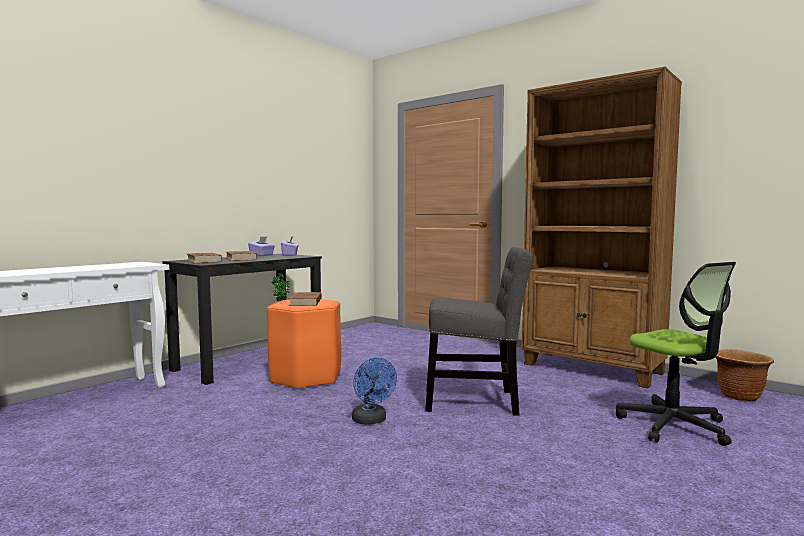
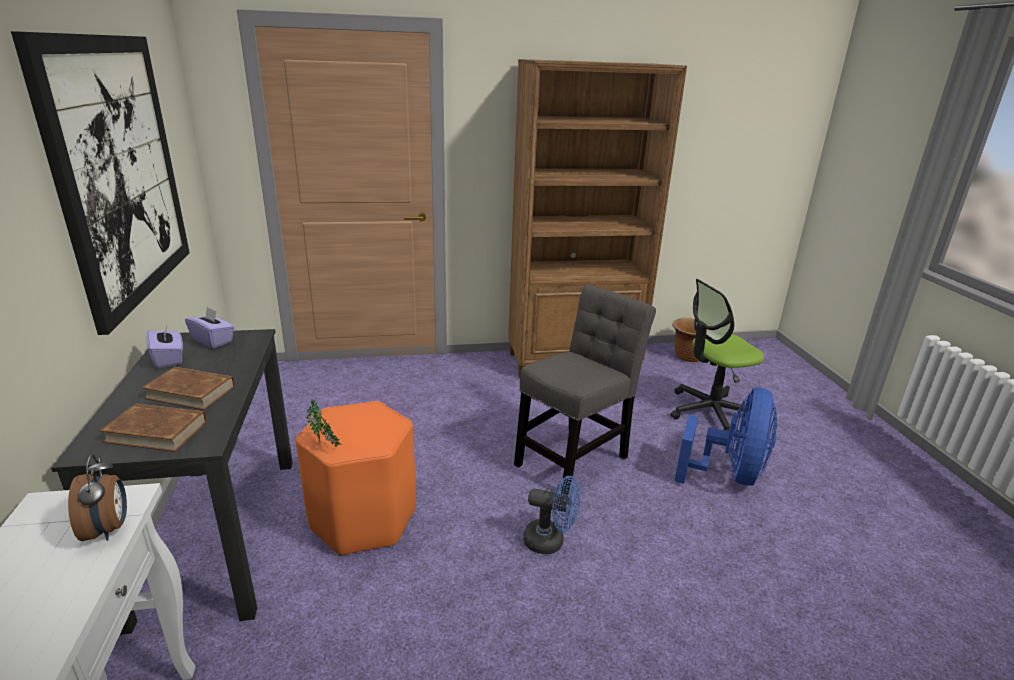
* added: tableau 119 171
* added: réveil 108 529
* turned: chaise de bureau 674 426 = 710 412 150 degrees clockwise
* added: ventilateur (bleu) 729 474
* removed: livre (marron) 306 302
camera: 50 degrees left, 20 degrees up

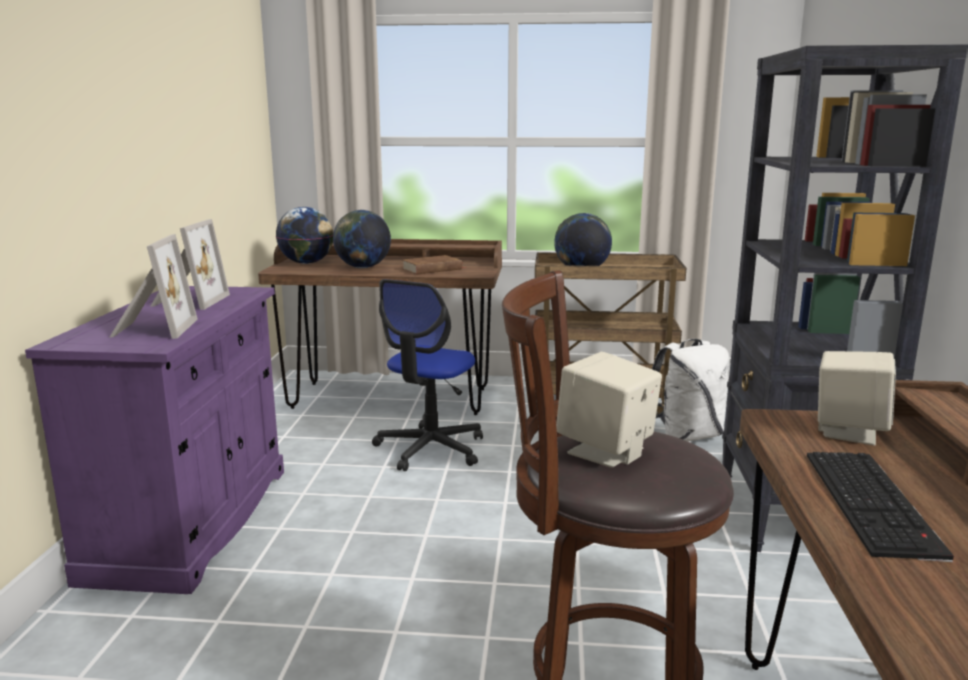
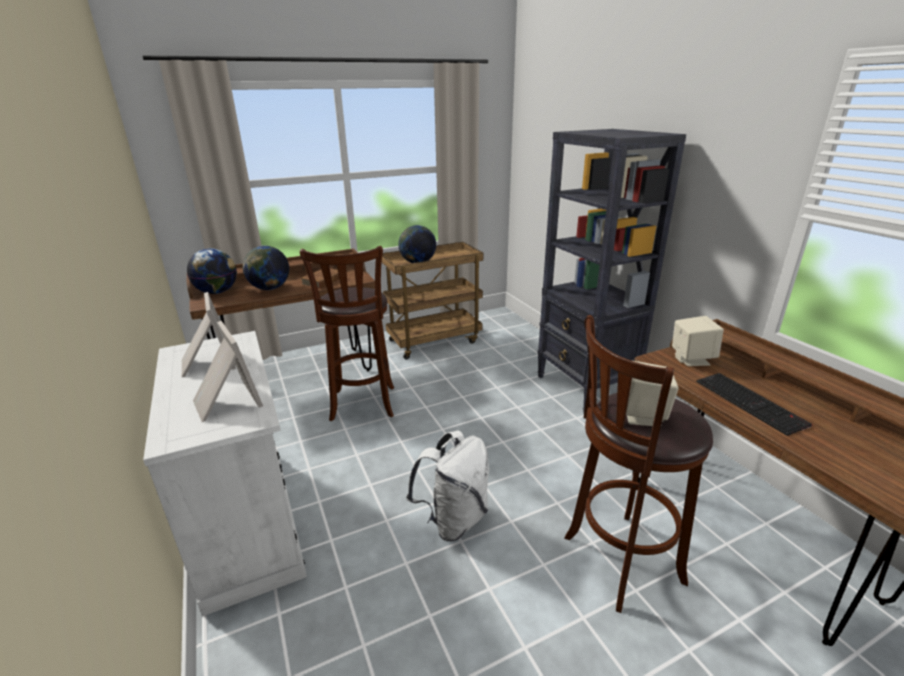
* recoloured: meuble de rangement (violet) 192 522 to meuble de rangement (blanc) 248 522
* replaced: chaise de bureau 430 449 to tabouret (marron) 363 406
* moved: sac à dos (blanc) 686 436 to 453 519
camera: 30 degrees left, 10 degrees up

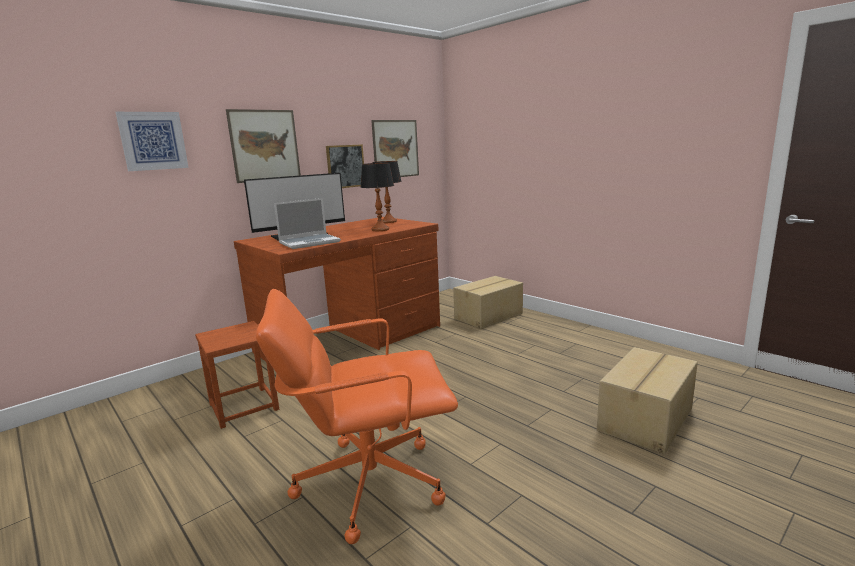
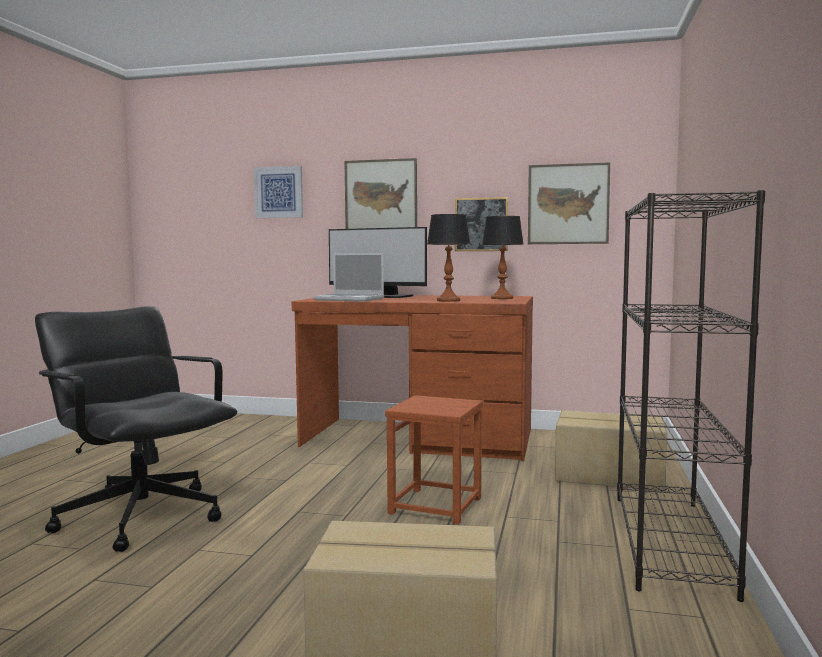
* recoloured: chaise de bureau (orange) 368 482 to chaise de bureau (noir) 141 516
* moved: tabouret (marron) 244 406 to 436 506
* added: bibliothèque (noir) 671 542
camera: 55 degrees right, 10 degrees down

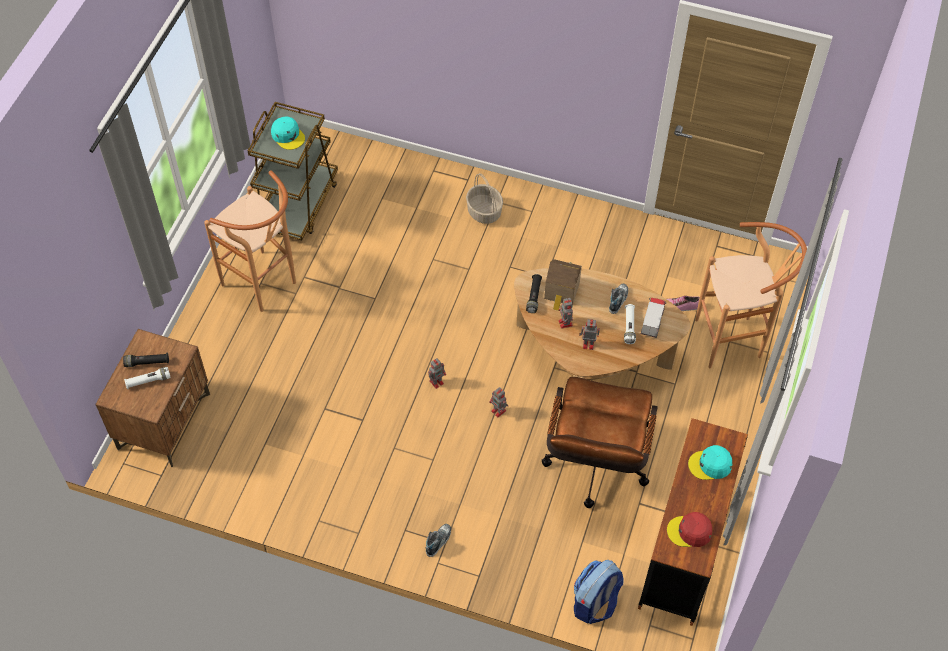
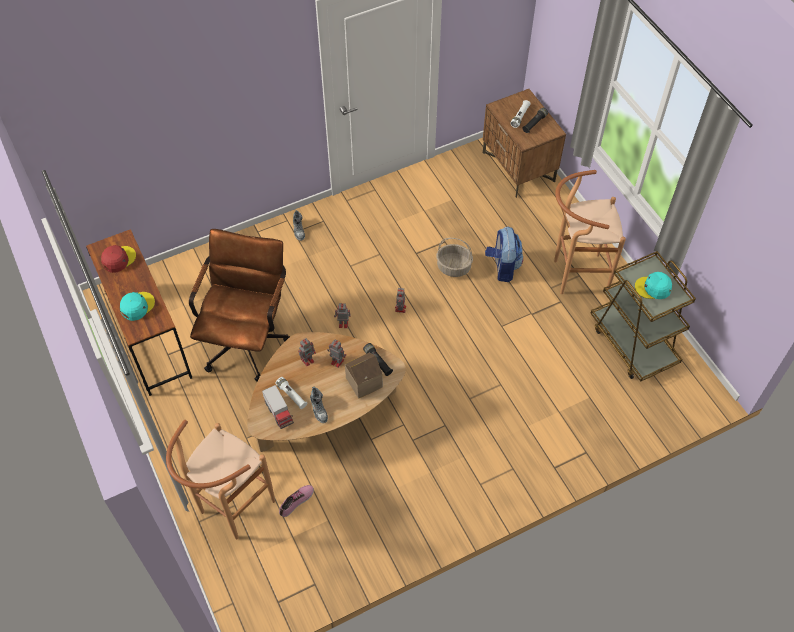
* turned: chaise de bureau (marron) 594 469 = 248 338 45 degrees clockwise
* moved: panier 484 212 to 453 267
* moved: sac à dos 595 603 to 502 267
camera: 135 degrees right, 0 degrees up

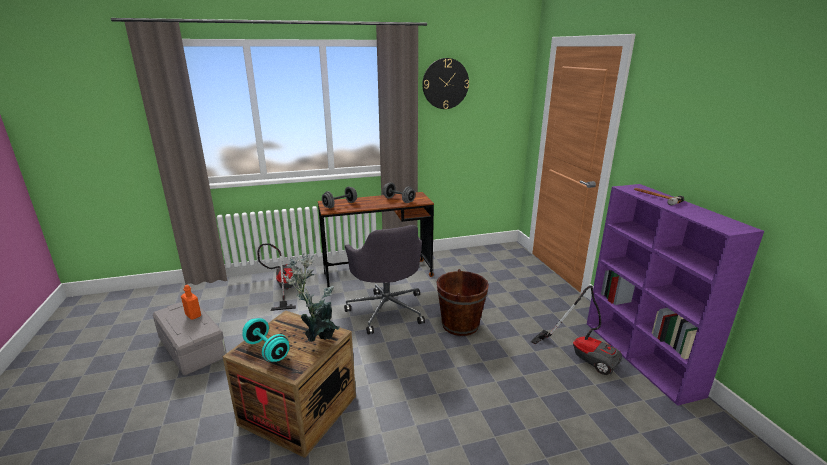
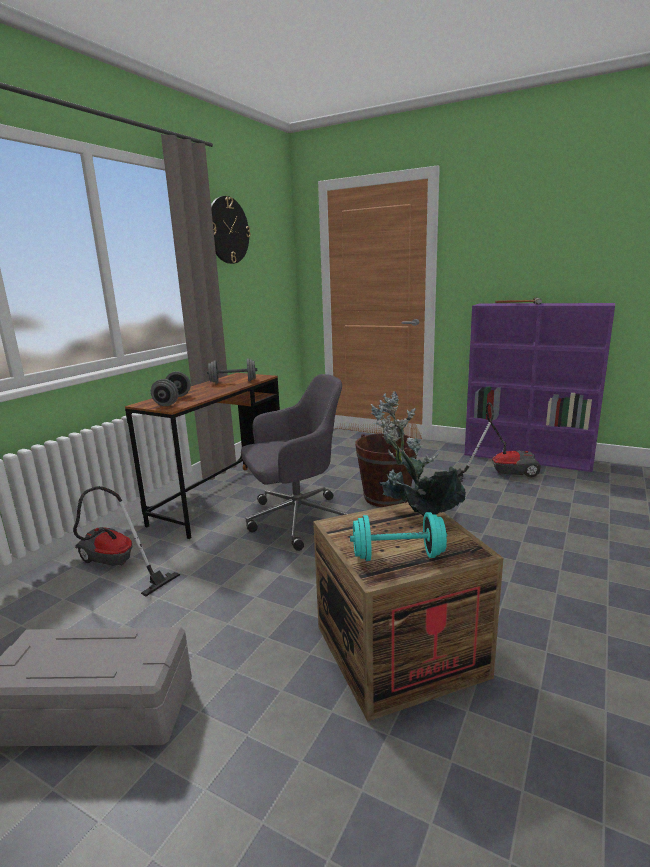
* turned: chaise de bureau (gris) 387 309 = 296 520 45 degrees counterclockwise
* removed: bouteille (orange) 193 315
camera: 45 degrees left, 5 degrees down

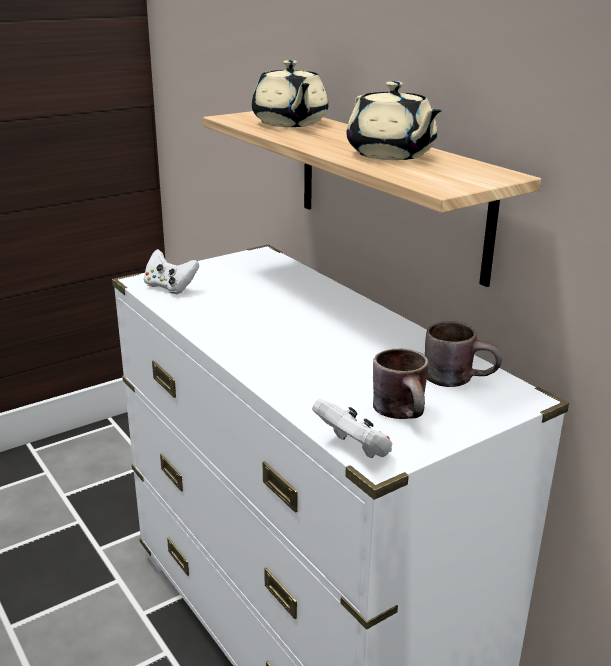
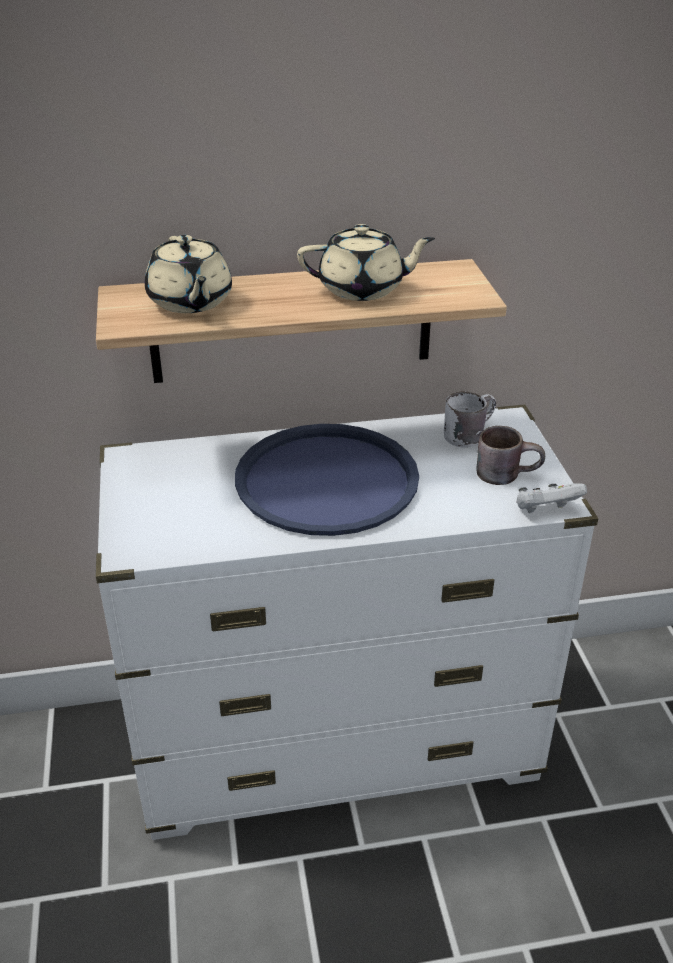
* turned: théière (beige) 290 123 = 190 302 60 degrees clockwise
* added: plateau (bleu) 327 480
* recoloured: mug (marron) 458 378 to mug (blanc) 466 433
* removed: manette (blanc) 170 287
camera: 65 degrees left, 10 degrees up

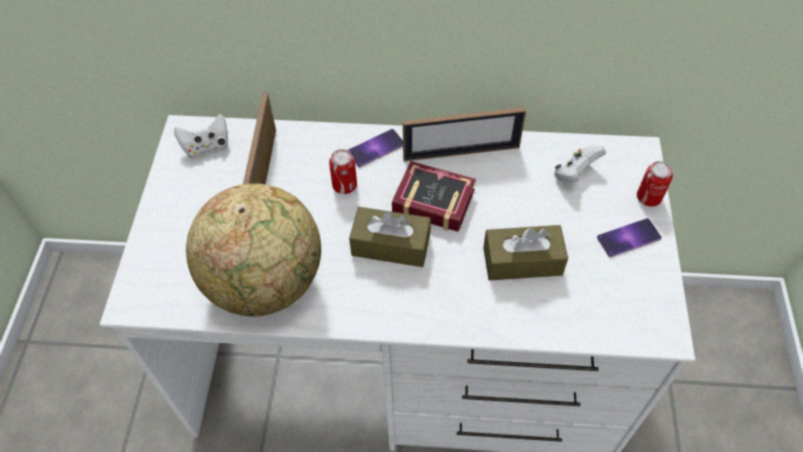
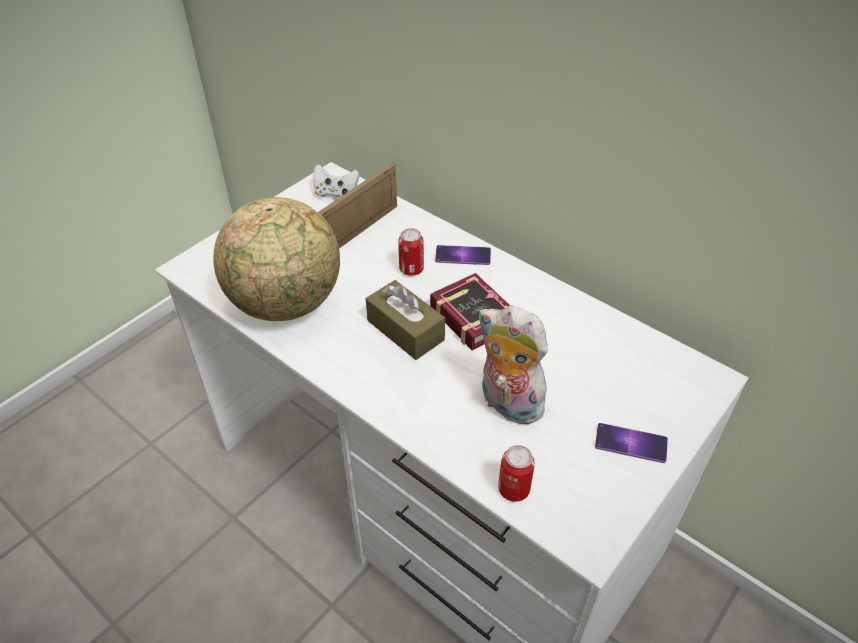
* replaced: boîte à mouchoirs (marron) 522 261 to peluche 507 404
* moved: boîte métallique 648 198 to 513 489
* removed: cadre photo 461 153
* removed: manette (blanc) 575 173
camera: 35 degrees right, 10 degrees down

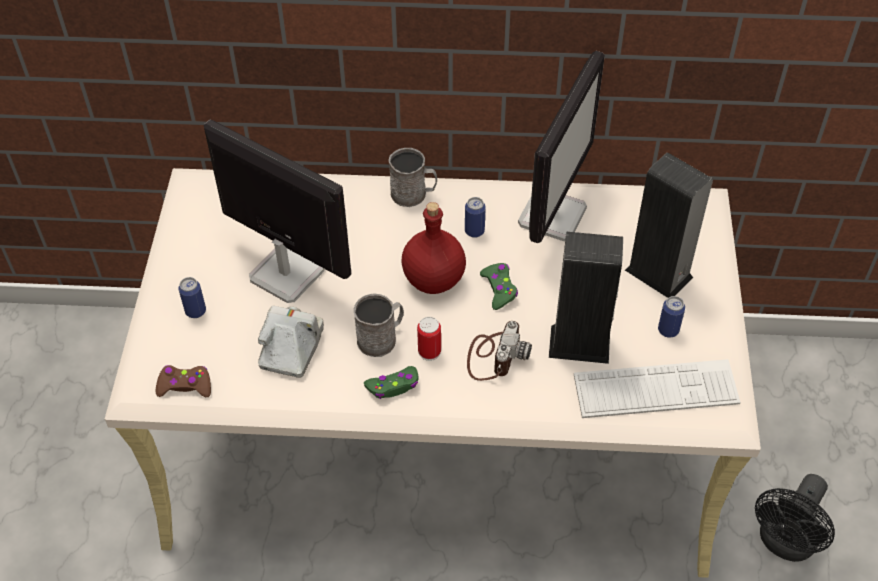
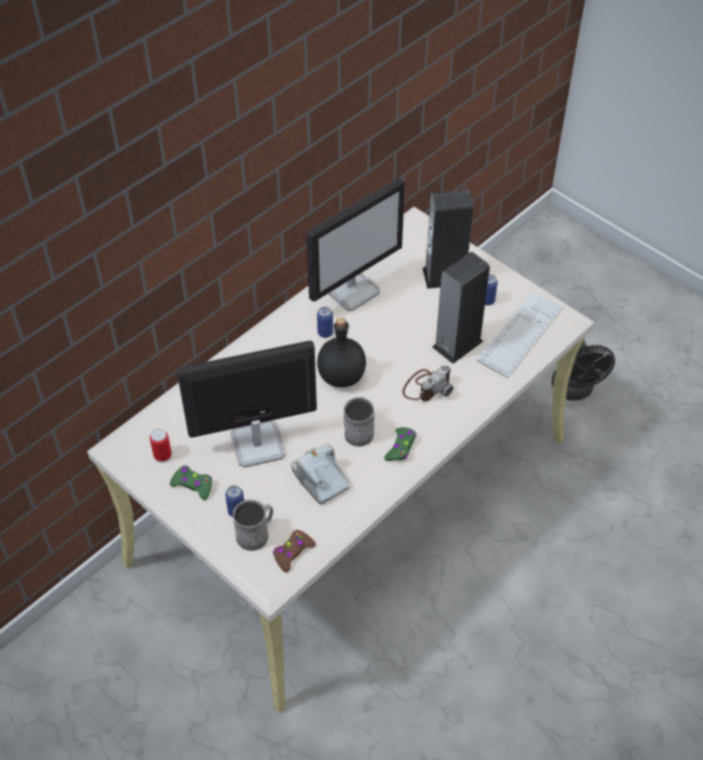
* moved: boîte métallique 429 351 to 162 455
* moved: manette (vert) 499 289 to 193 485
* moved: mug (gris) 413 194 to 256 534
* turned: écran d'ordinateur 552 214 = 352 290 75 degrees clockwise
* recoloured: bouteille (rouge) 433 279 to bouteille (noir) 340 376
* turned: appareil photo 494 356 = 427 386 75 degrees clockwise
camera: 50 degrees left, 0 degrees up

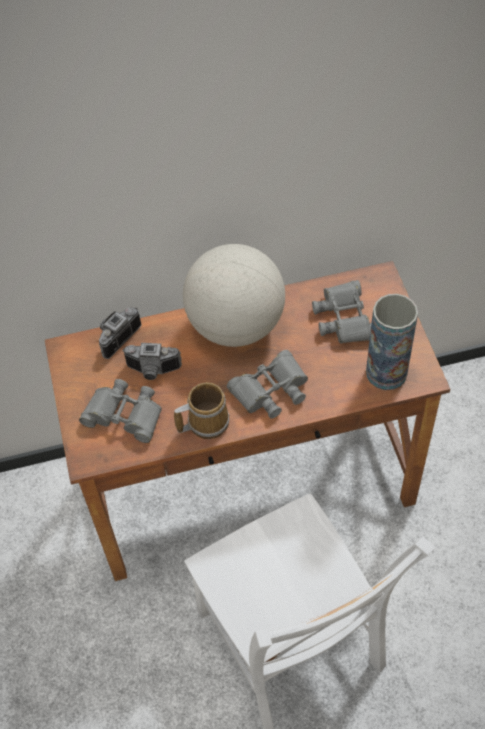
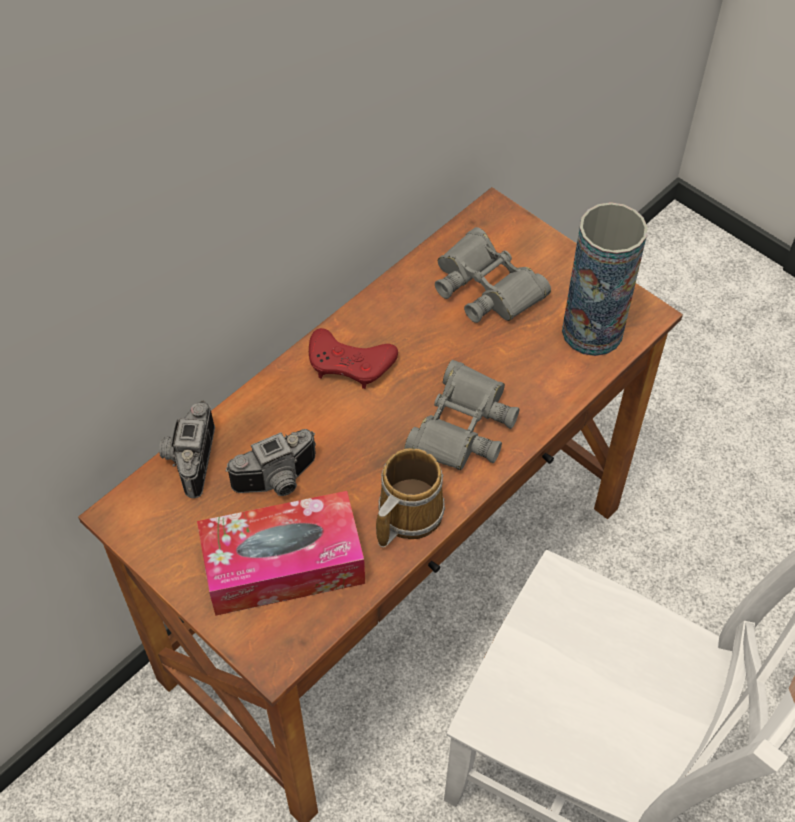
* replaced: jumelles (gris) 124 415 to boîte à mouchoirs 283 564
* replaced: globe 235 325 to manette (rouge) 350 363
camera: 35 degrees left, 0 degrees up

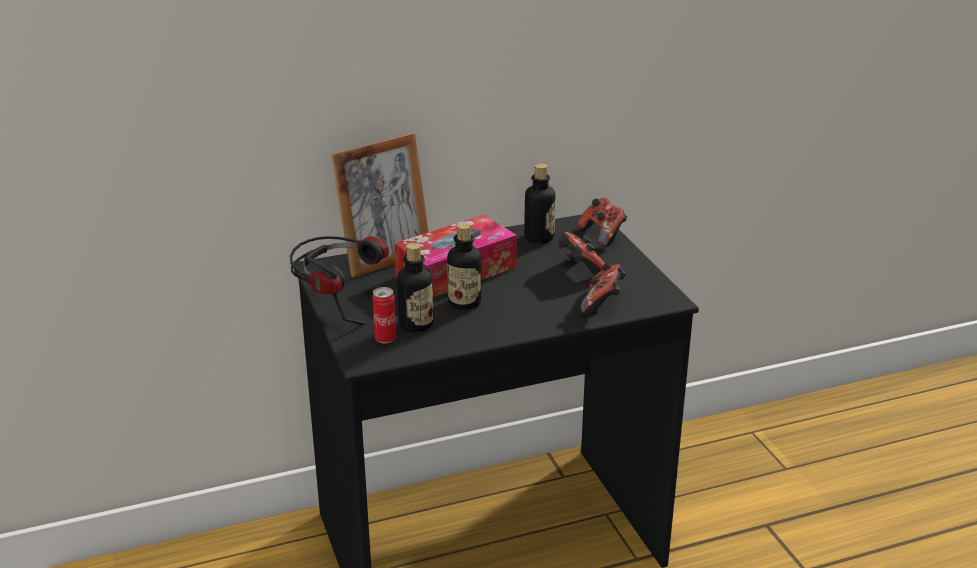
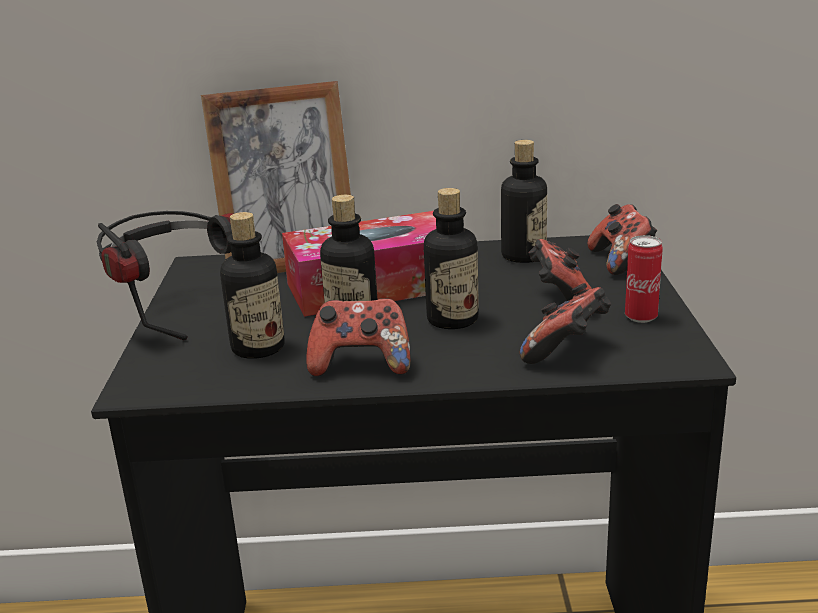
* added: manette 361 365
* added: bouteille 452 320
* moved: boîte métallique 385 339 to 641 317
camera: 20 degrees right, 5 degrees down

